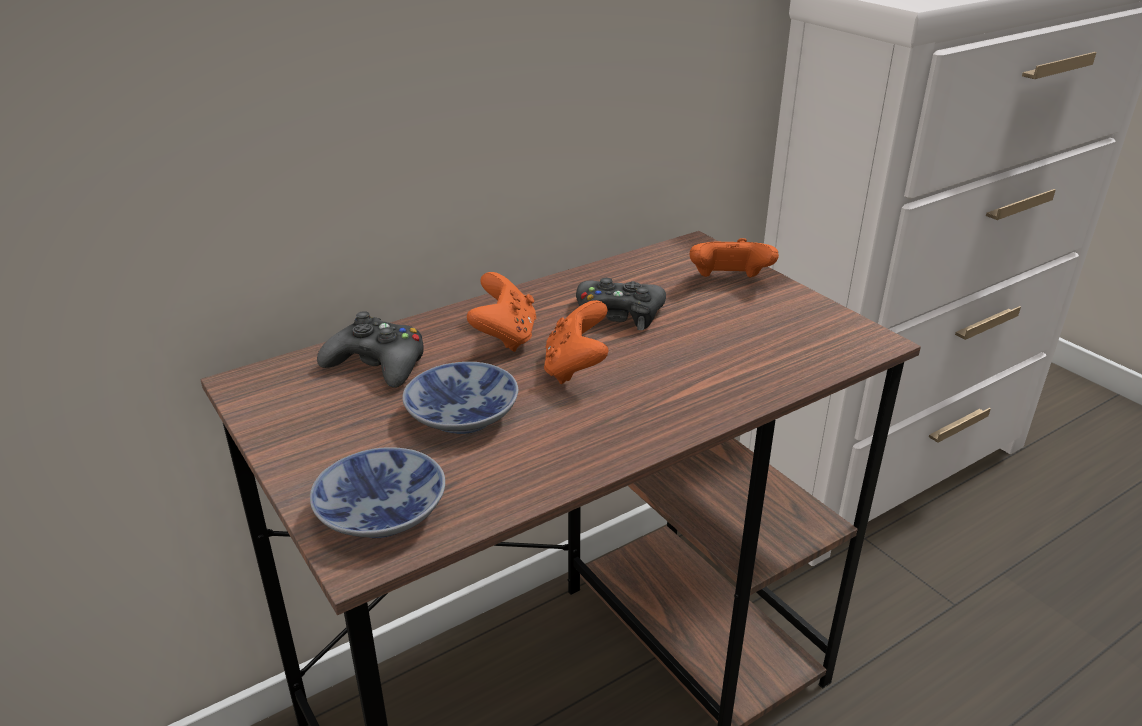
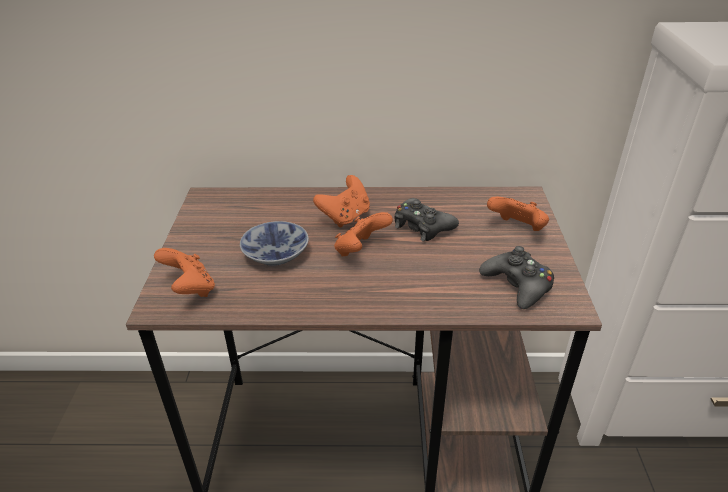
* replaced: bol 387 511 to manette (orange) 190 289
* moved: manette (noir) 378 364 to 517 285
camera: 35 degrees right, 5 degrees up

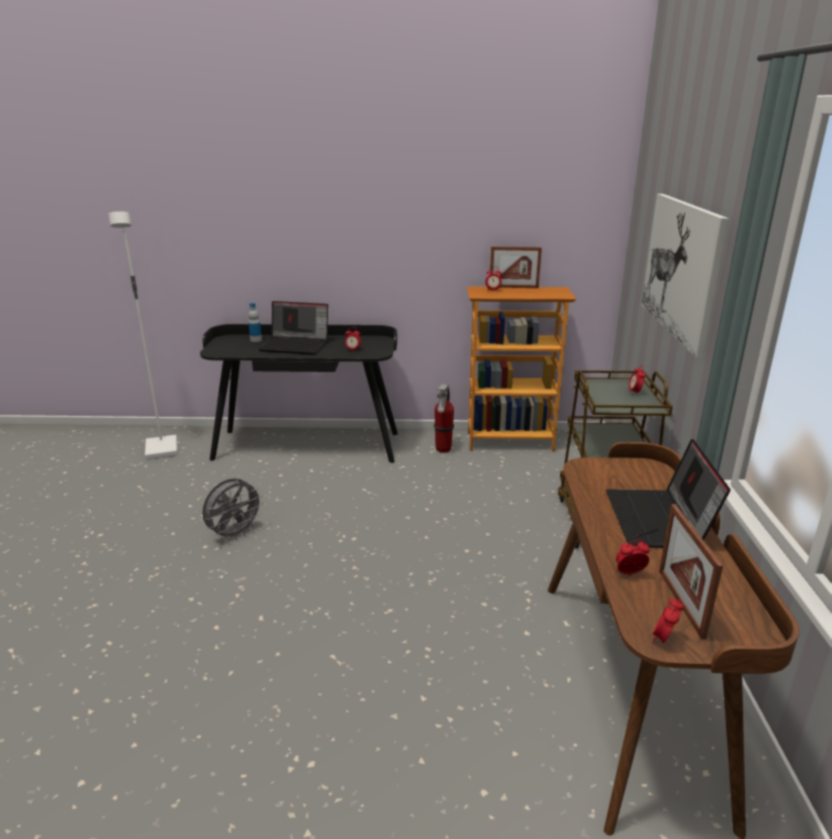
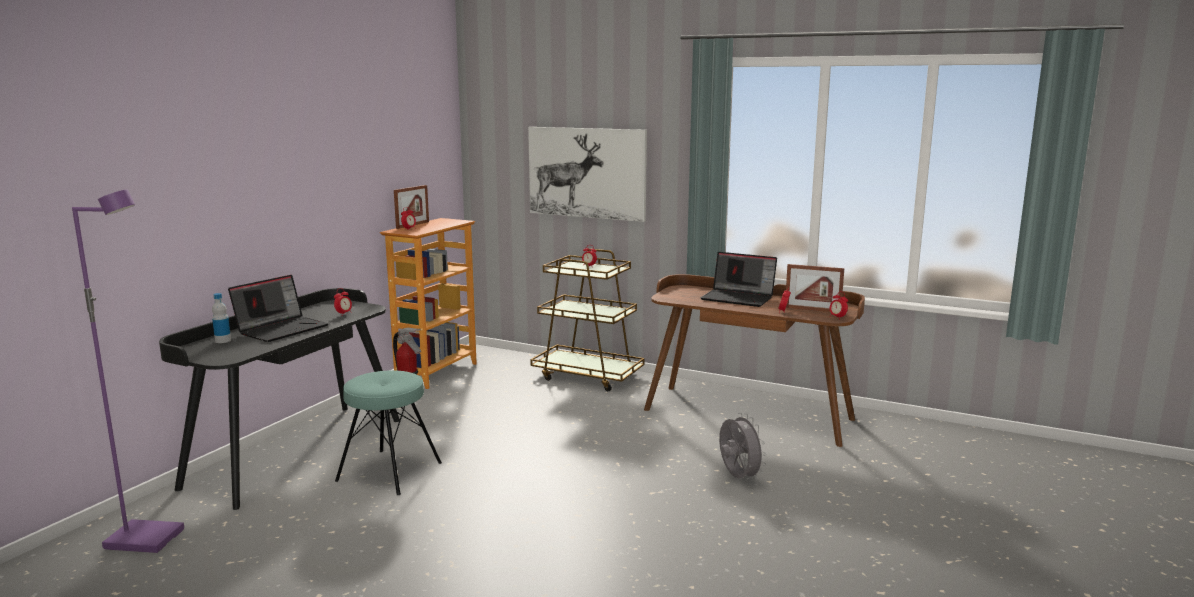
* recoloured: lampadaire (blanc) 163 449 to lampadaire (violet) 146 538
* added: tabouret (turquoise) 389 472
* moved: ventilateur (gris) 235 534 to 737 478
camera: 65 degrees left, 10 degrees down

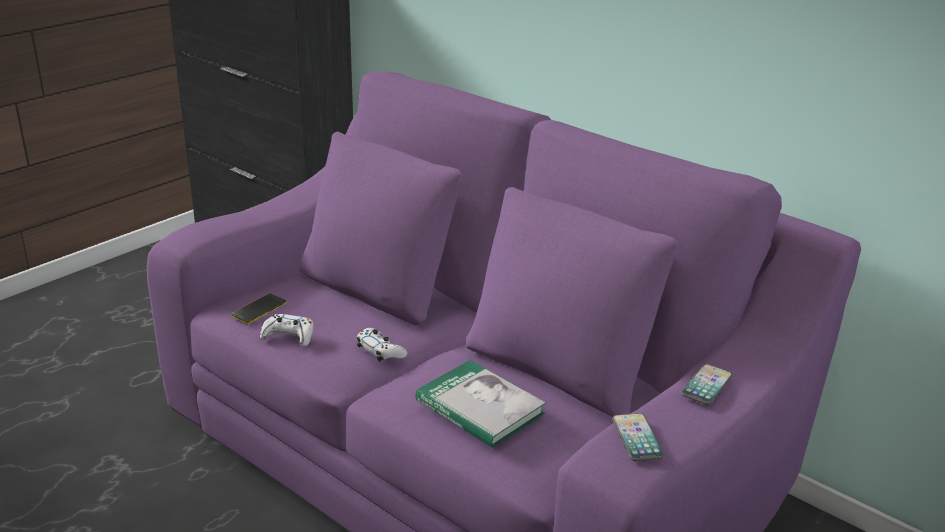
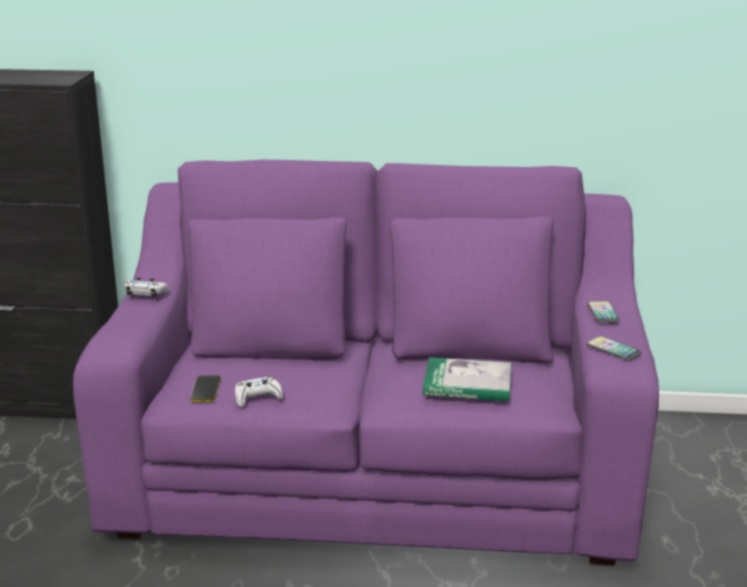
* moved: manette (blanc) 380 351 to 146 293
camera: 35 degrees left, 5 degrees down

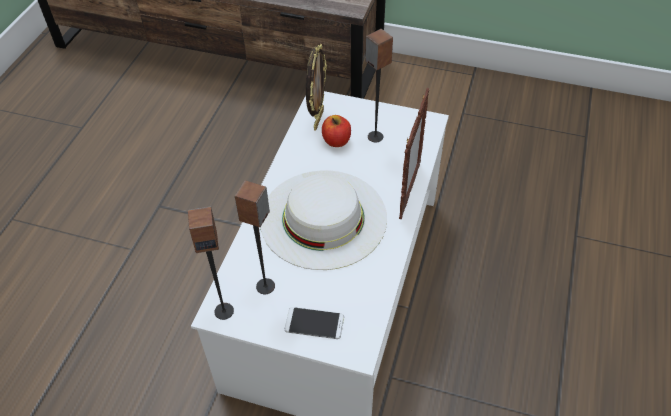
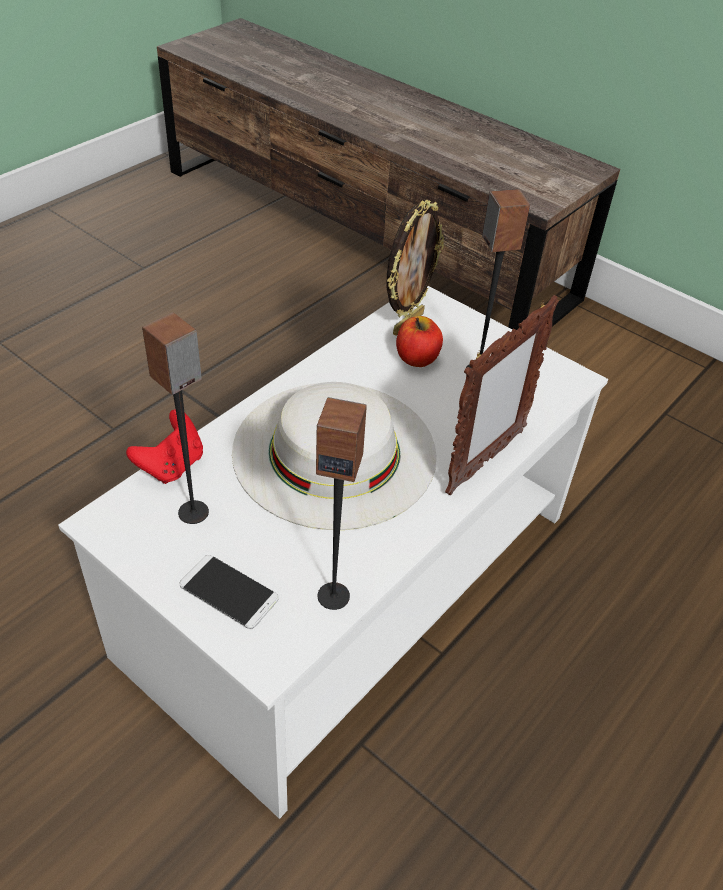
* added: manette (rouge) 172 465
* moved: enceinte 224 311 to 333 595
camera: 20 degrees right, 5 degrees down

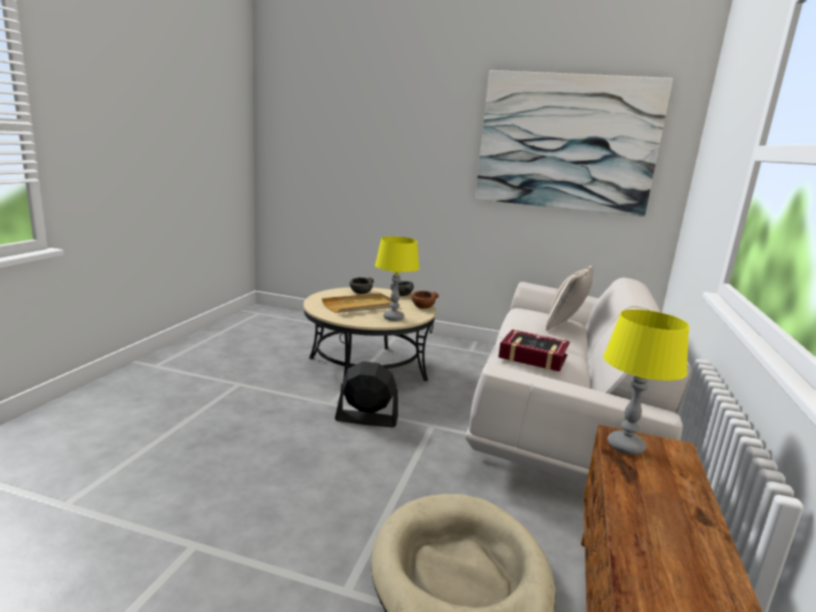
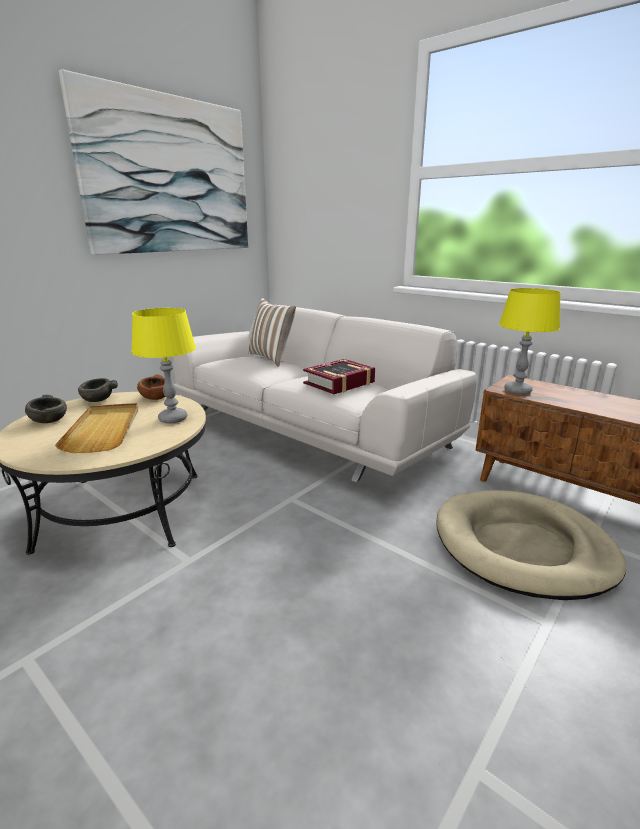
* removed: ventilateur (noir) 366 419
camera: 65 degrees left, 5 degrees up

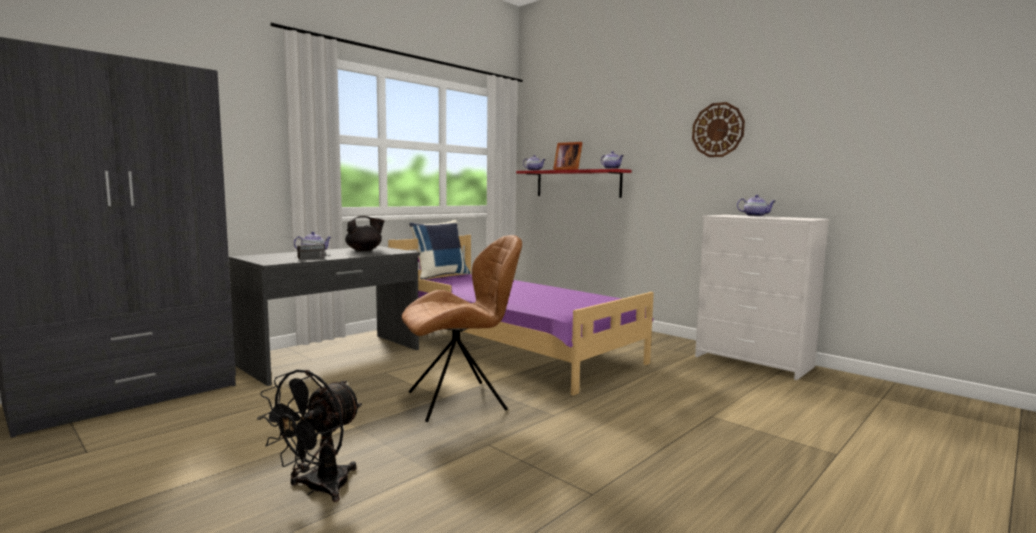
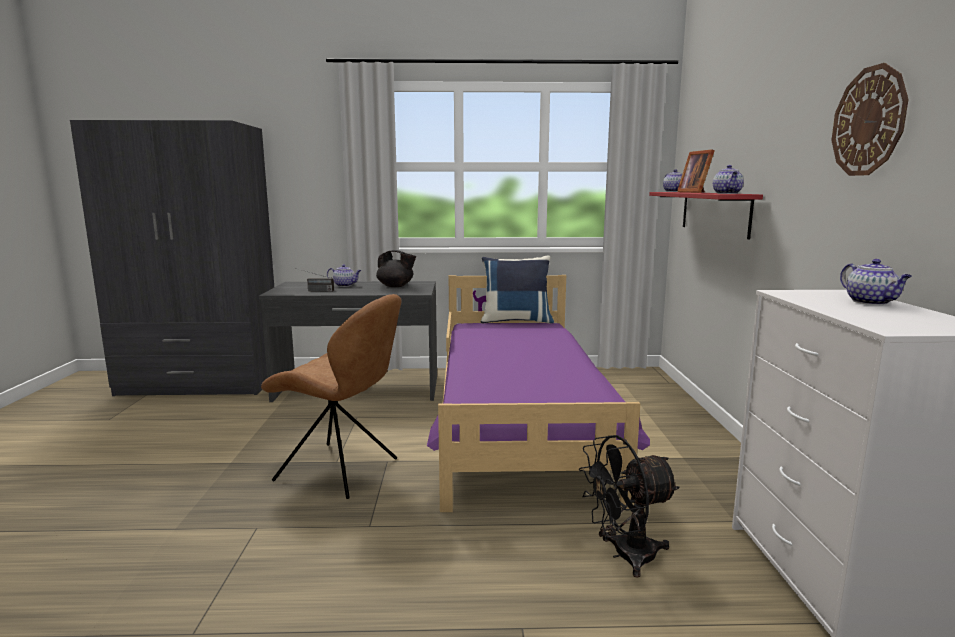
* moved: ventilateur (noir) 318 489 to 624 555
camera: 45 degrees right, 5 degrees up

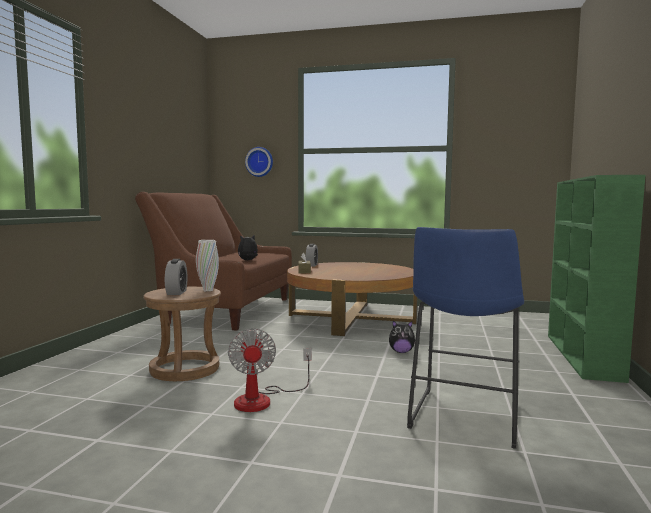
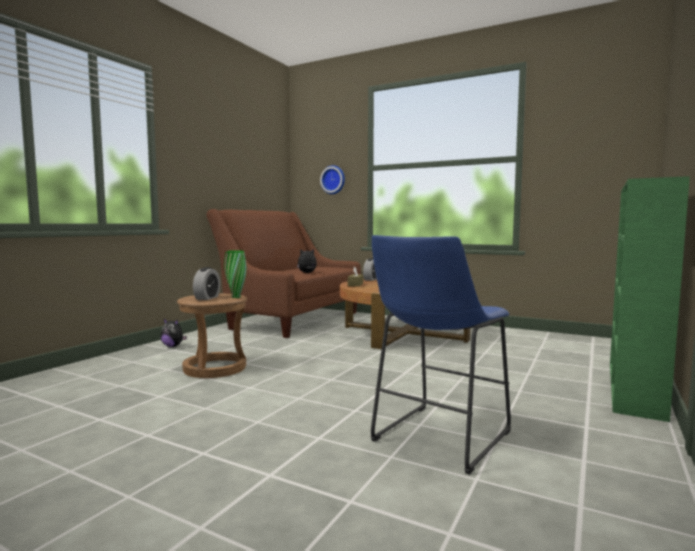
* moved: peluche 401 352 to 173 346
* recoloured: vase (blanc) 208 290 to vase (vert) 236 297
* removed: ventilateur 263 399
camera: 15 degrees right, 0 degrees up

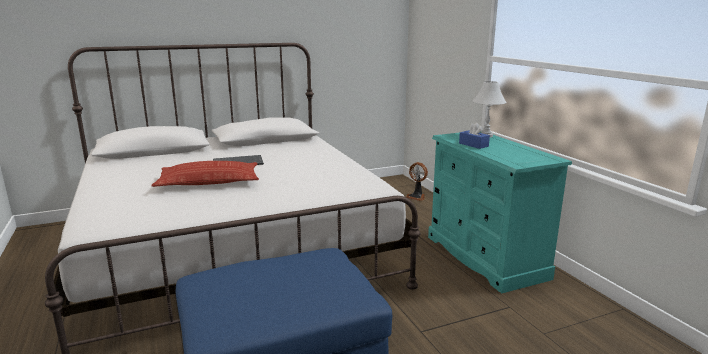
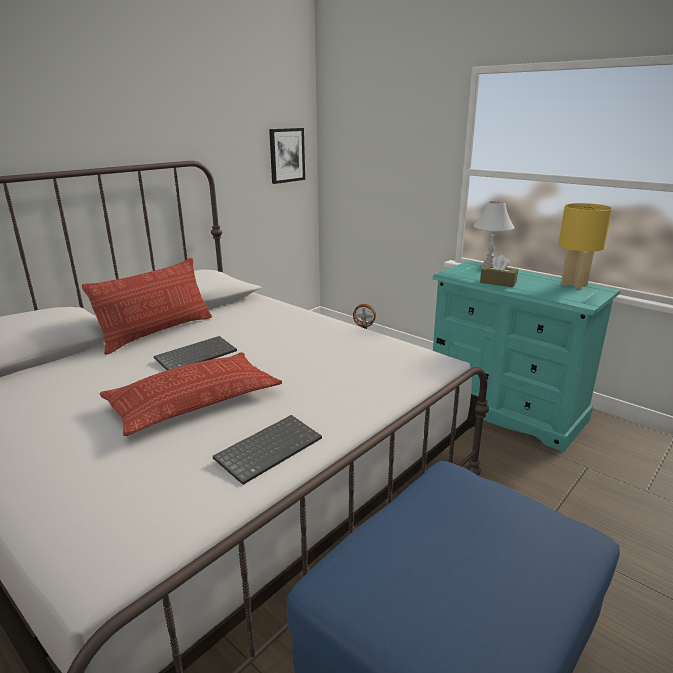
* added: coussin 157 332
* added: clavier 269 448
* added: tableau 286 155
* recoloured: boîte à mouchoirs (bleu) 473 145 to boîte à mouchoirs (marron) 498 282
* added: lampe de table (jaune) 573 284
camera: 25 degrees left, 5 degrees up

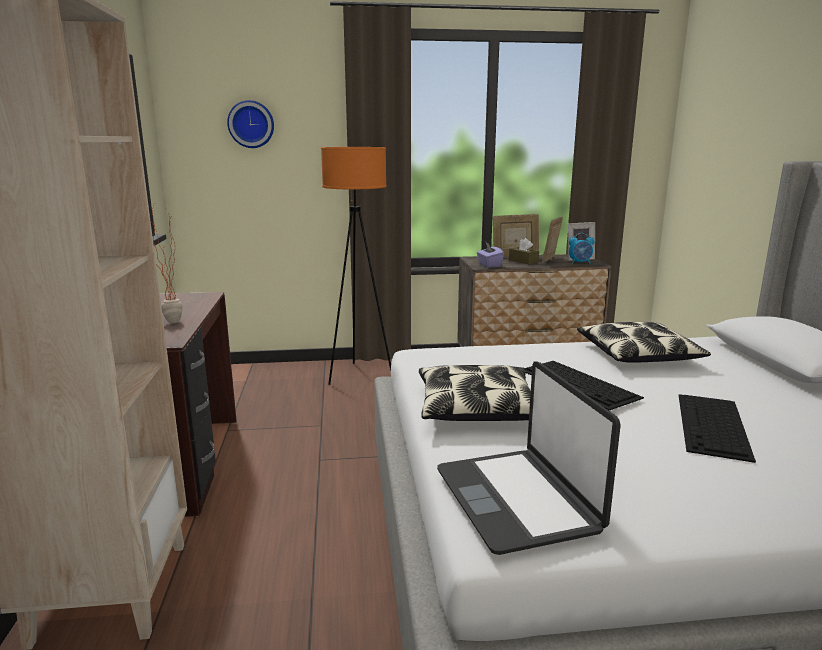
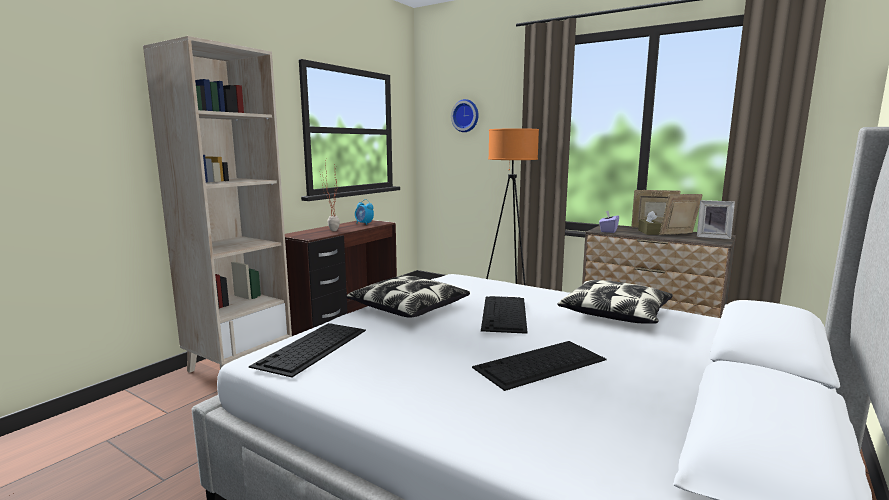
* replaced: ordinateur portable 517 499 to clavier 312 348
* moved: réveil 580 263 to 364 224
camera: 40 degrees right, 5 degrees down

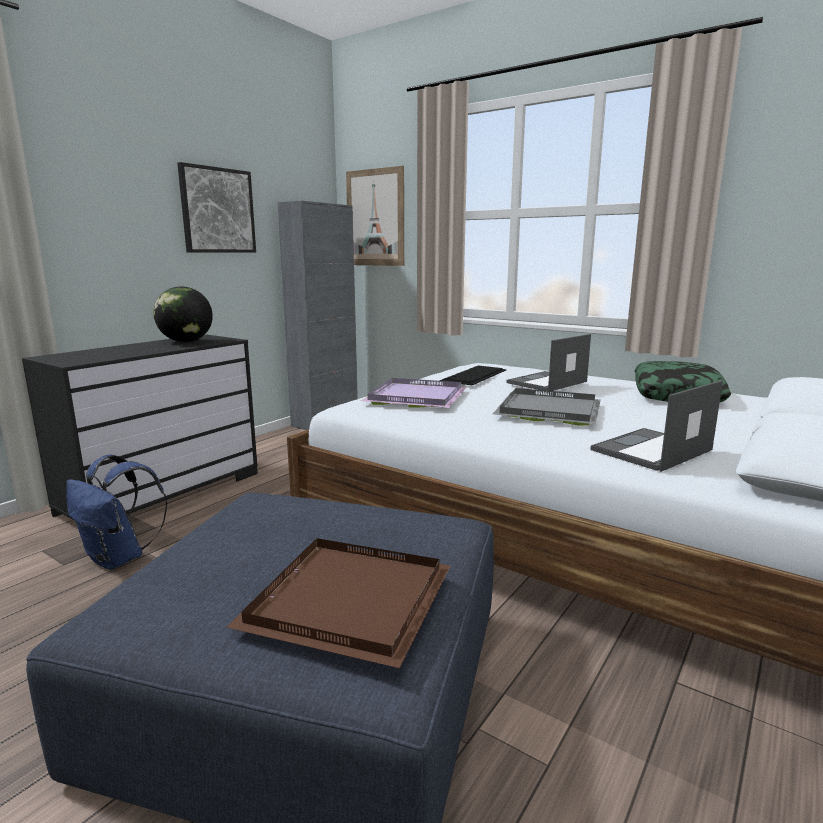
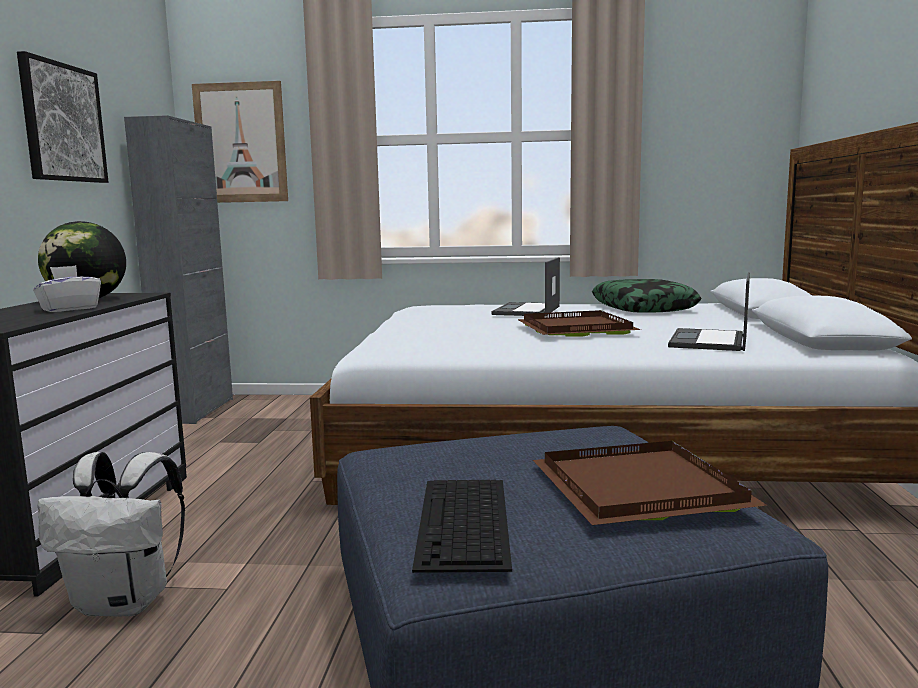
* added: boîte à mouchoirs (blanc) 69 309
* recoloured: sac à dos (bleu) 119 558 to sac à dos (blanc) 126 602
* moved: clavier 474 375 to 464 522
* recoloured: plateau (gris) 547 410 to plateau (marron) 573 328
* removed: plateau (violet) 418 397
camera: 30 degrees left, 5 degrees down

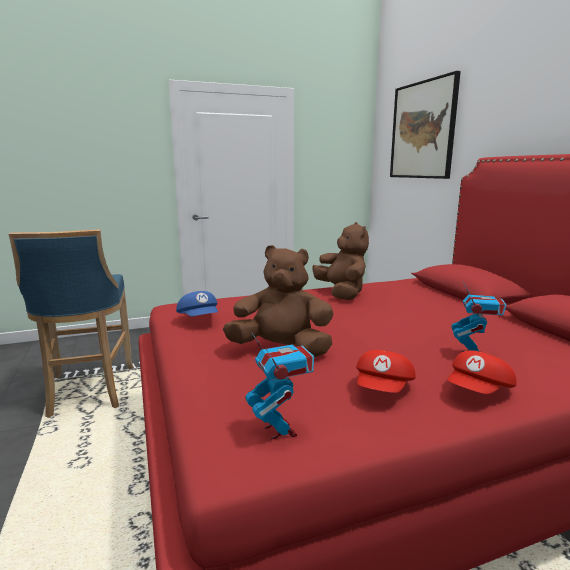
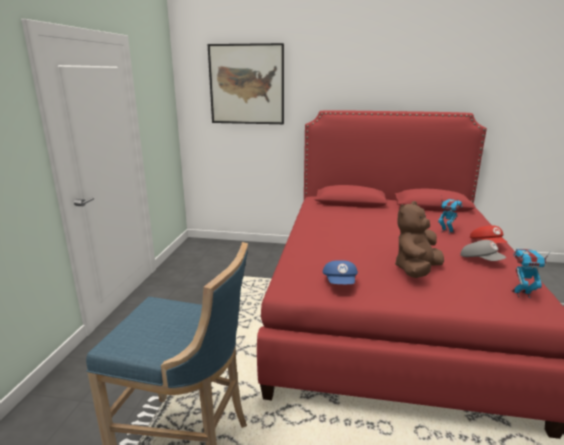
* turned: casquette (bleu) 199 318 = 340 283 90 degrees clockwise
* recoloured: casquette (rouge) 384 389 to casquette (gris) 481 260
* removed: peluche (marron) 341 293
camera: 60 degrees left, 5 degrees up

